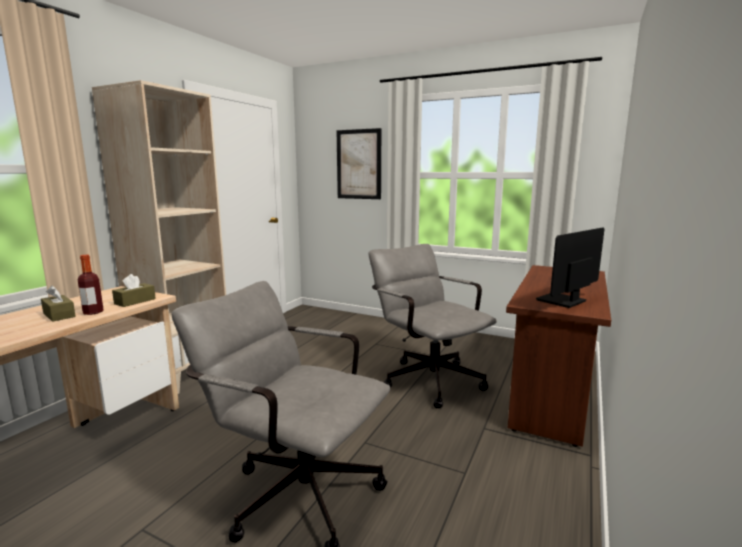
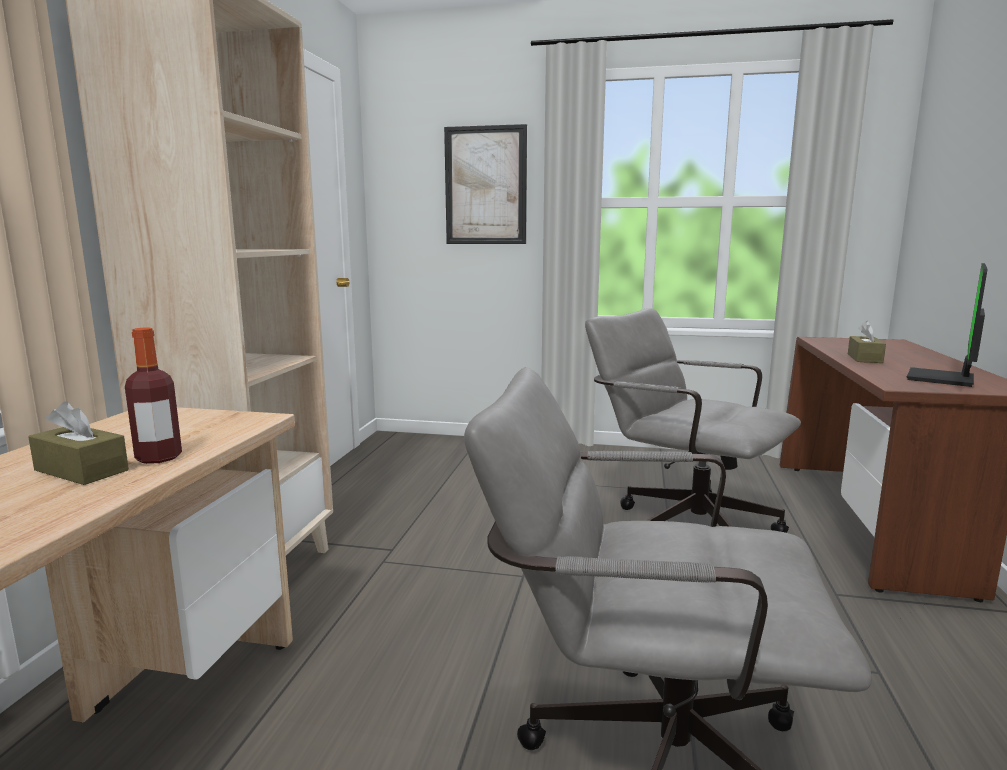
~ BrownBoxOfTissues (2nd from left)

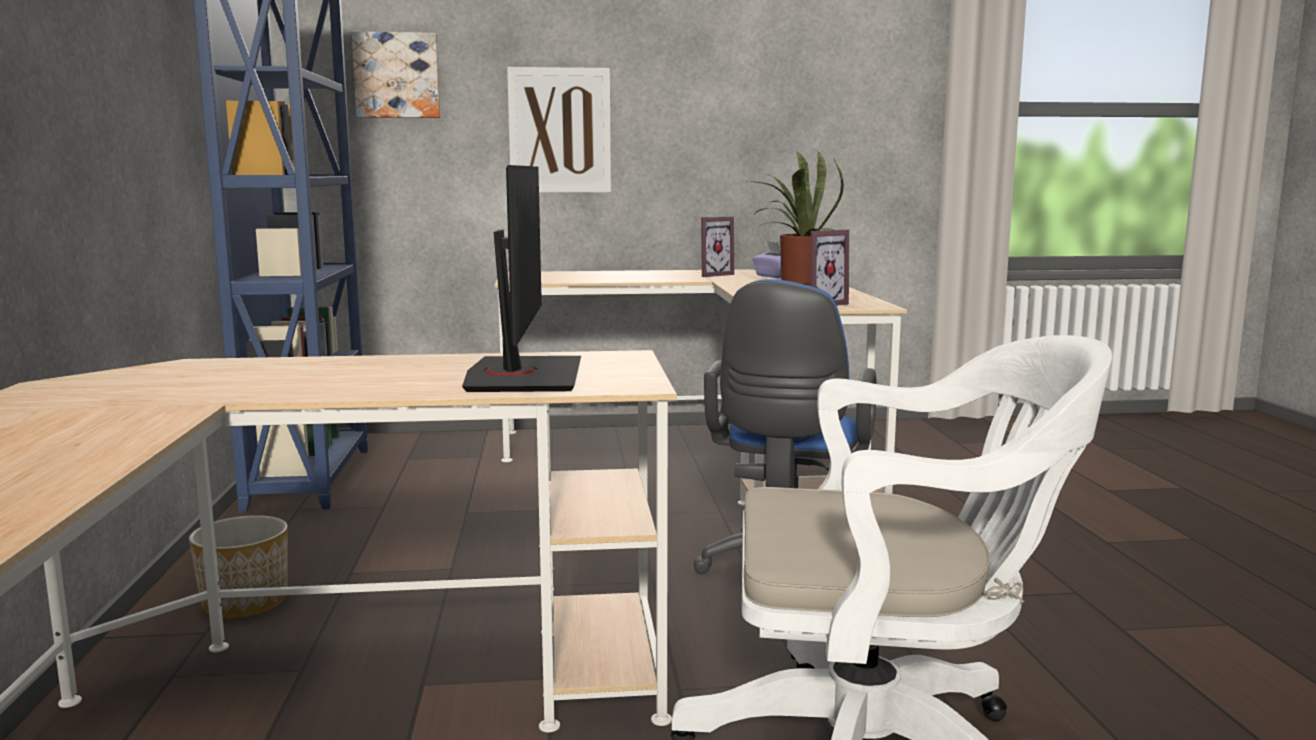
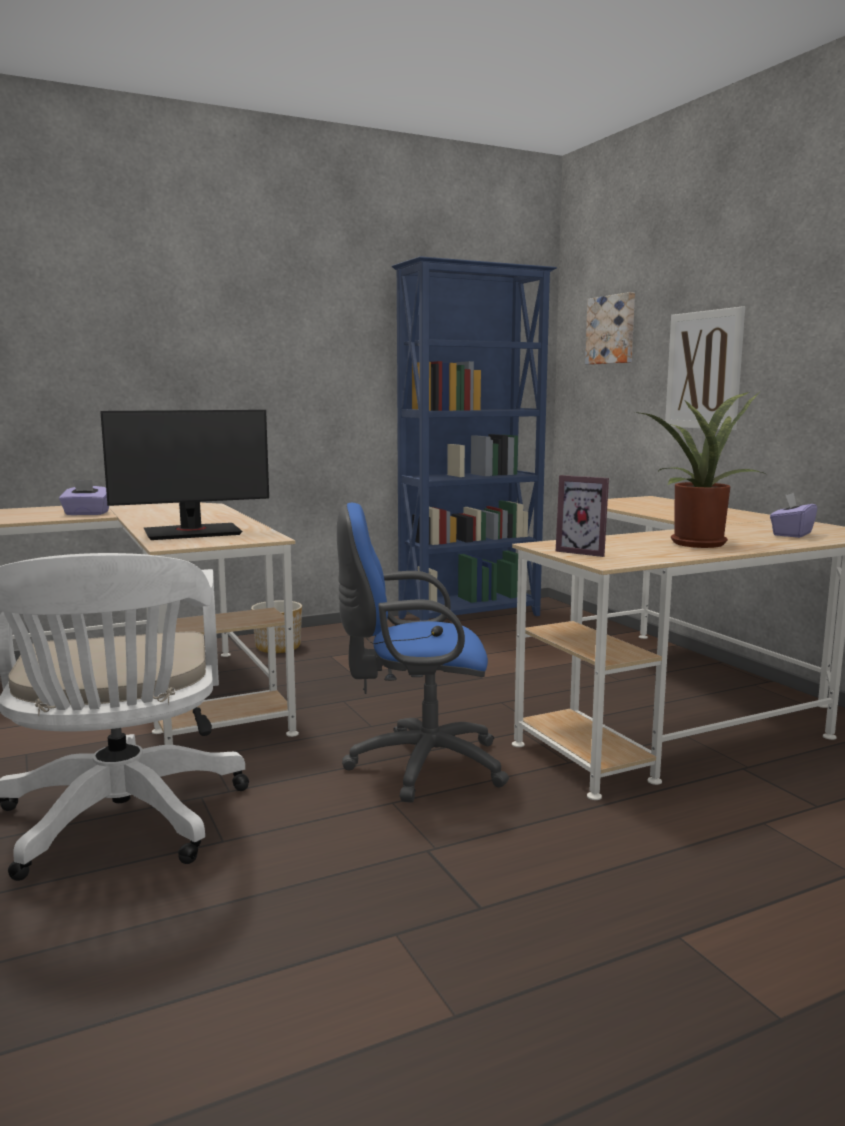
+ PurplishBoxOfTissues (1st from left)
- PictureFrame (1st from left)

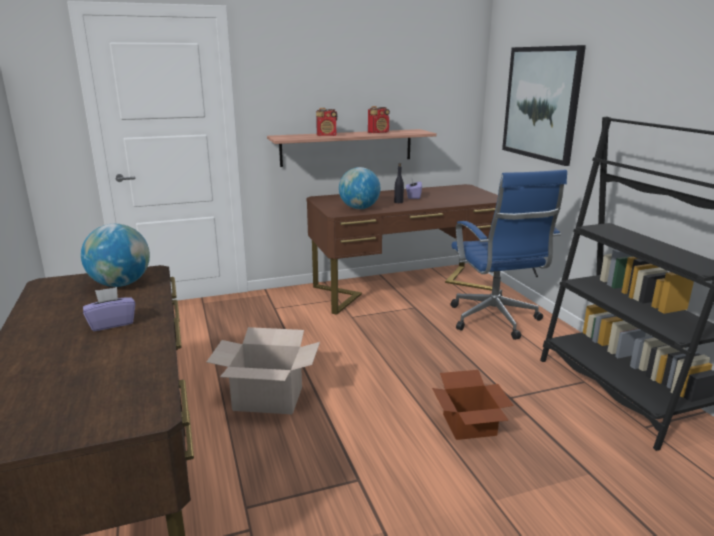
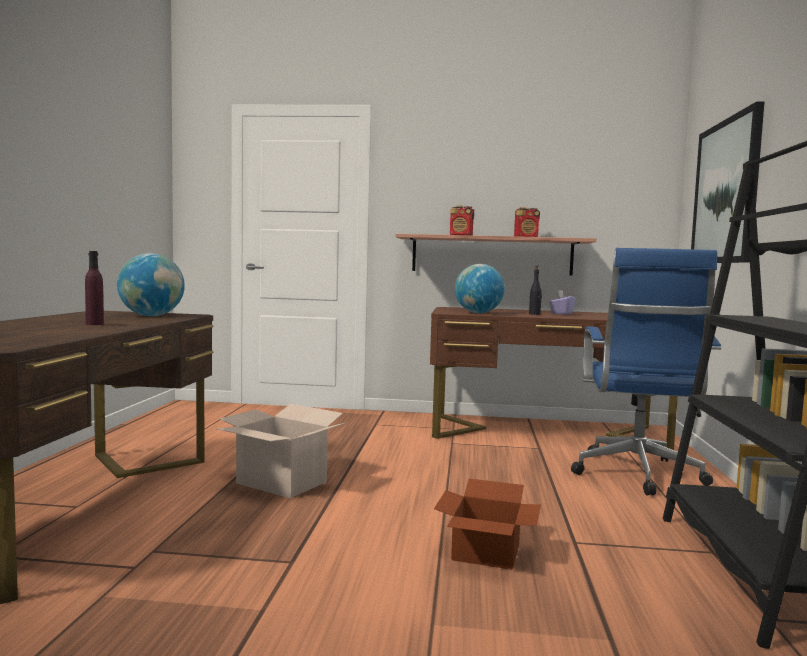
~ PurplishBoxOfTissues (1st from left) to PurplishBeverageBottle

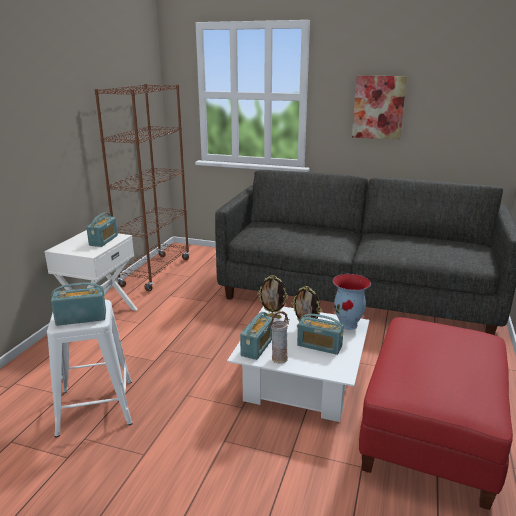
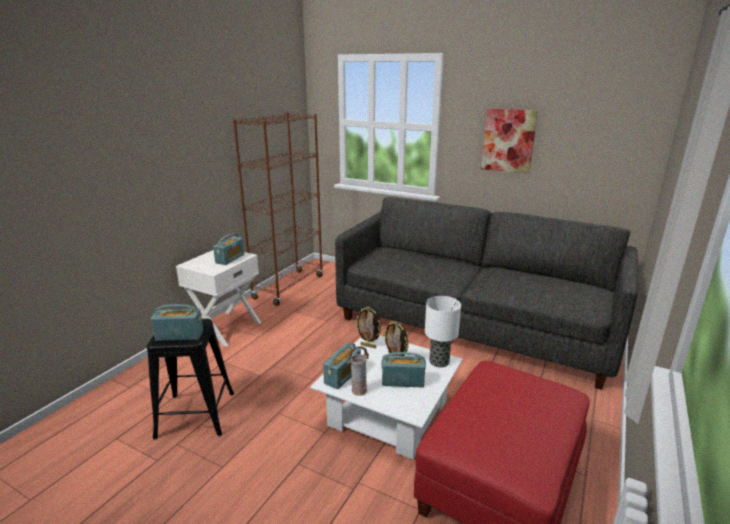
~ WhiteStoolSeat to BlackishStoolSeat
~ Radio (4th from left) 150 degrees clockwise
~ FlowerVase (2nd from left) to LampForATable

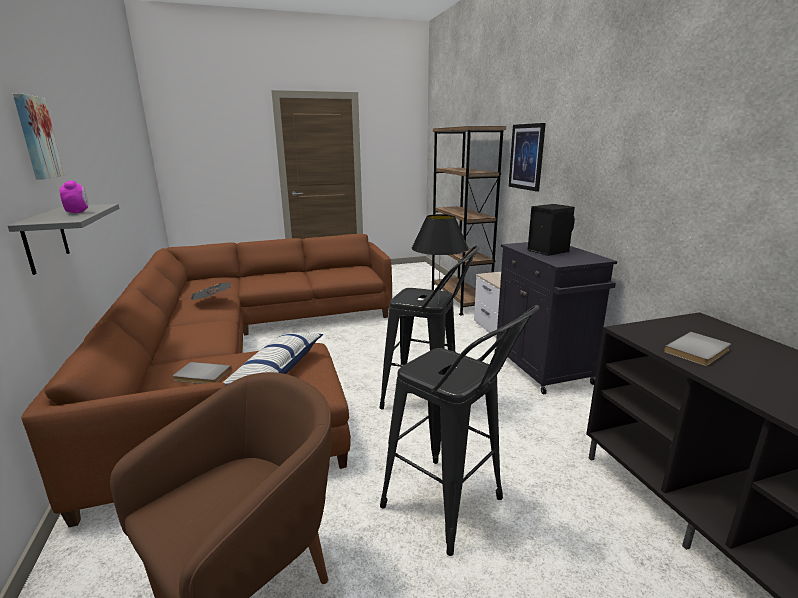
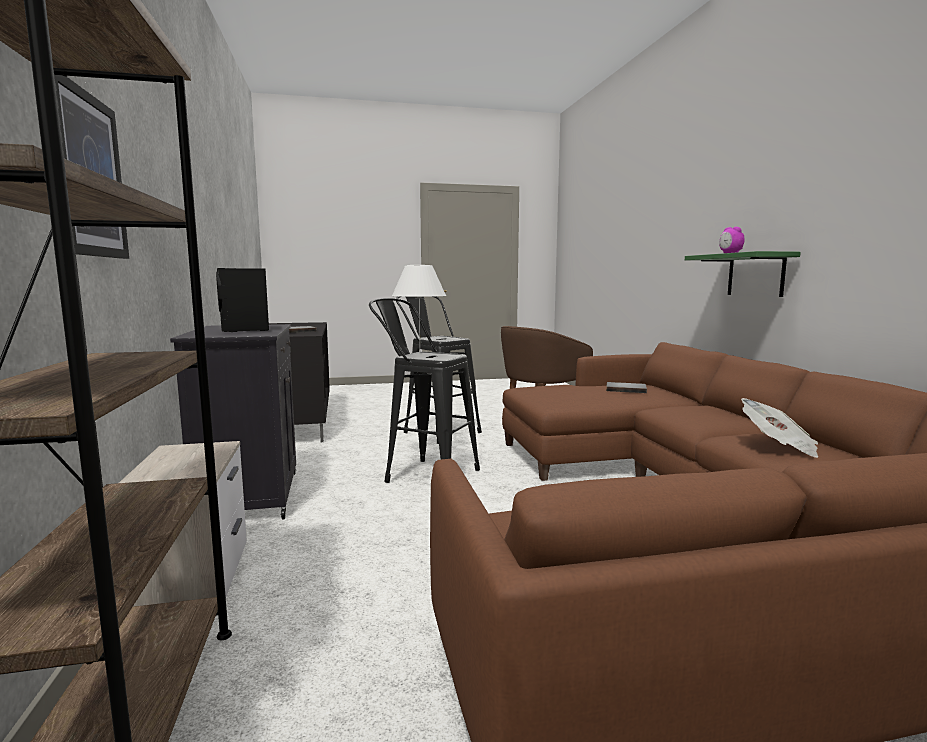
~ BlackishLampForATable to WhiteLampForATable
~ GreyShelf to GreenColouredShelf
- WallPicture (1st from left)
- Cushion

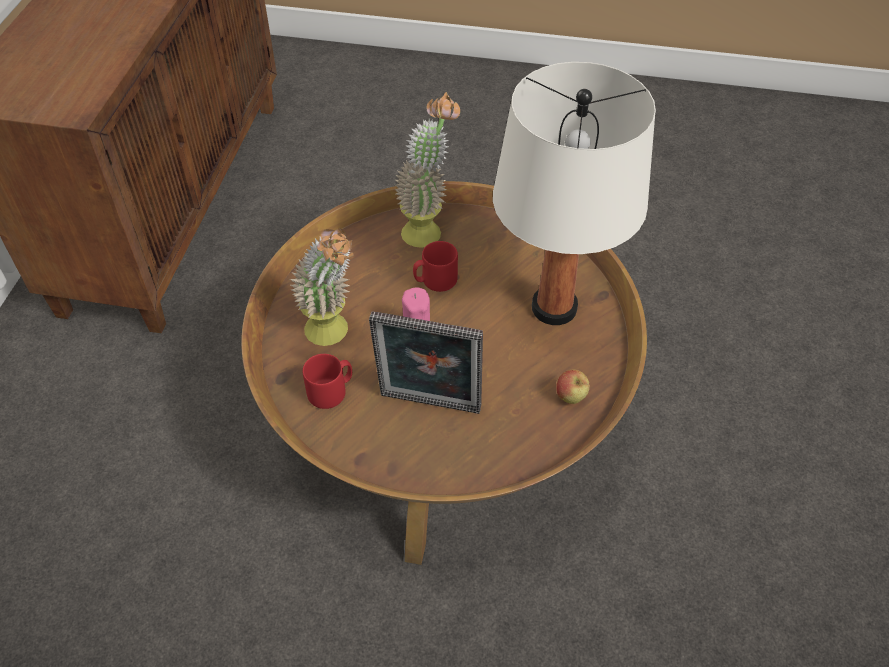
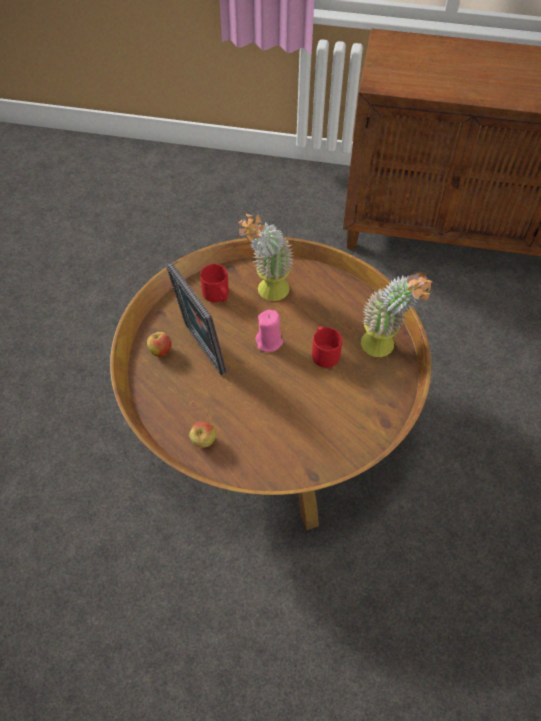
+ WholeApple (1st from left)
~ PictureFrame 45 degrees counterclockwise
- WhiteLampForATable

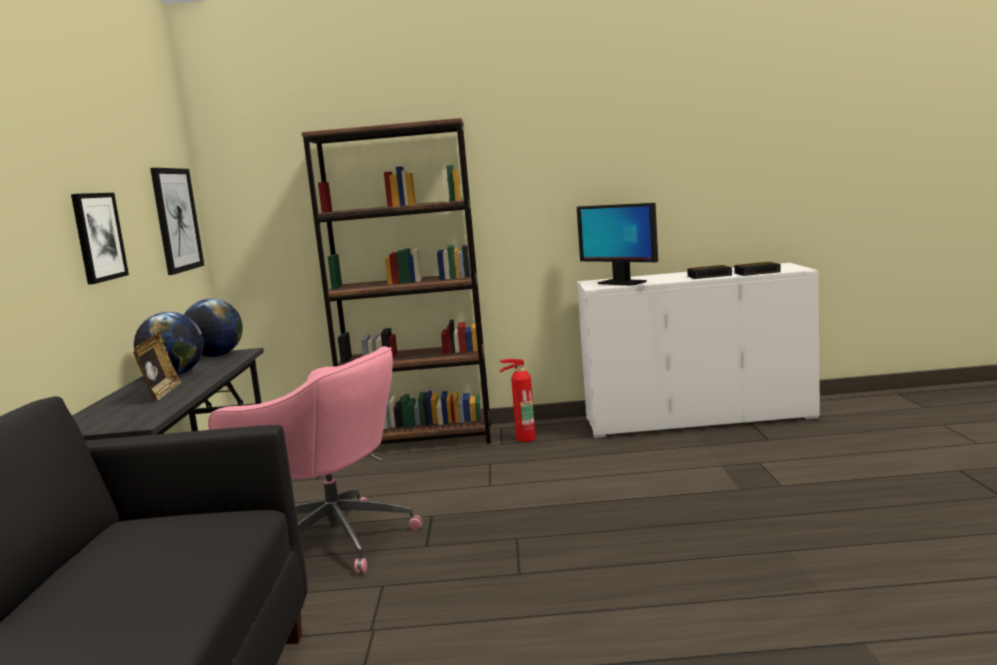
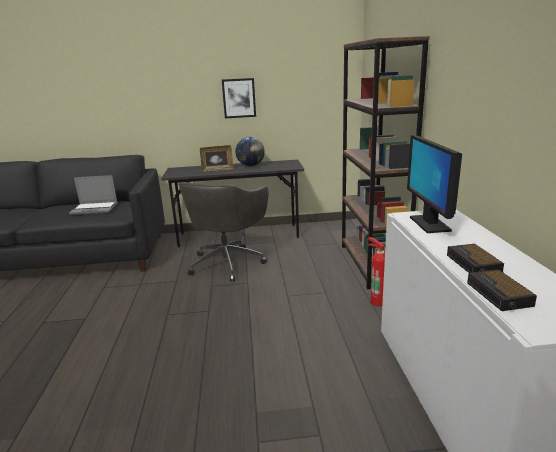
+ Laptop
~ PinkColouredDeskChair to GreyDeskChair
~ Monitor 45 degrees counterclockwise
- WallPicture (2nd from left)
- Globe (2nd from left)

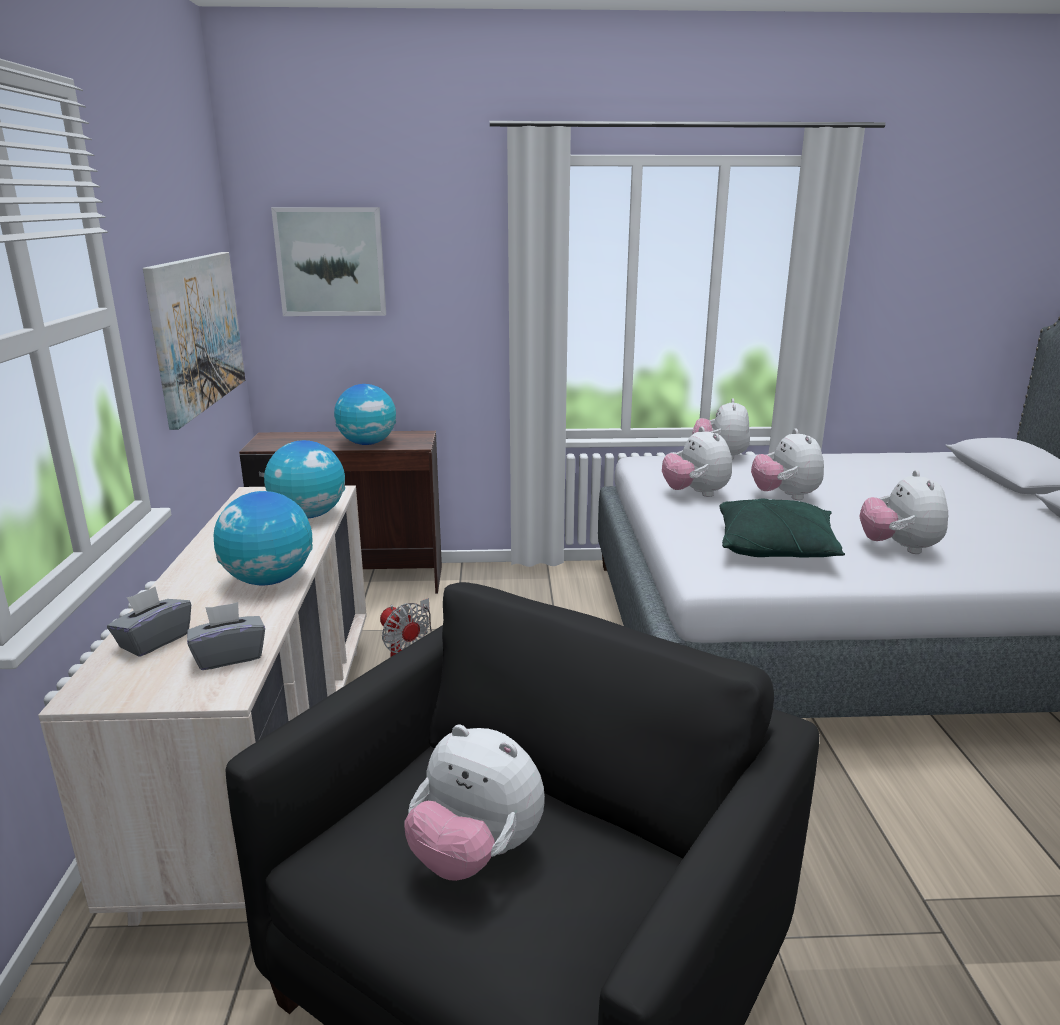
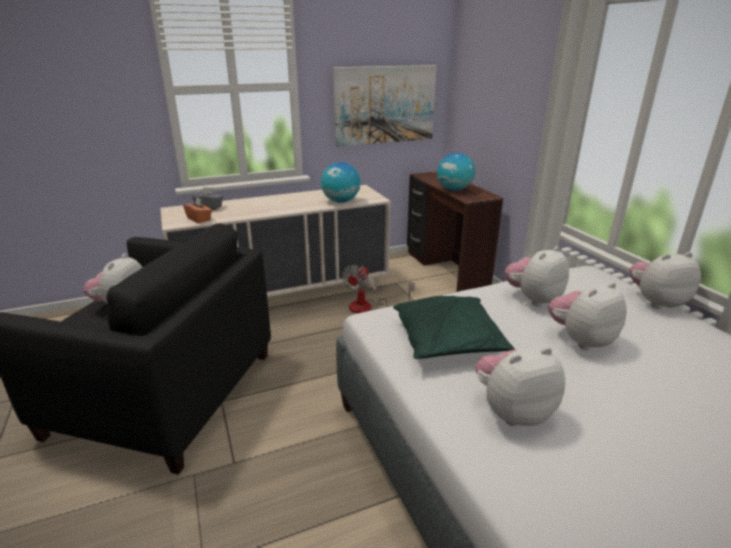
~ GreyBoxOfTissues (2nd from left) to OrangeColouredBoxOfTissues
- Globe (1st from left)
- WallPicture (2nd from left)

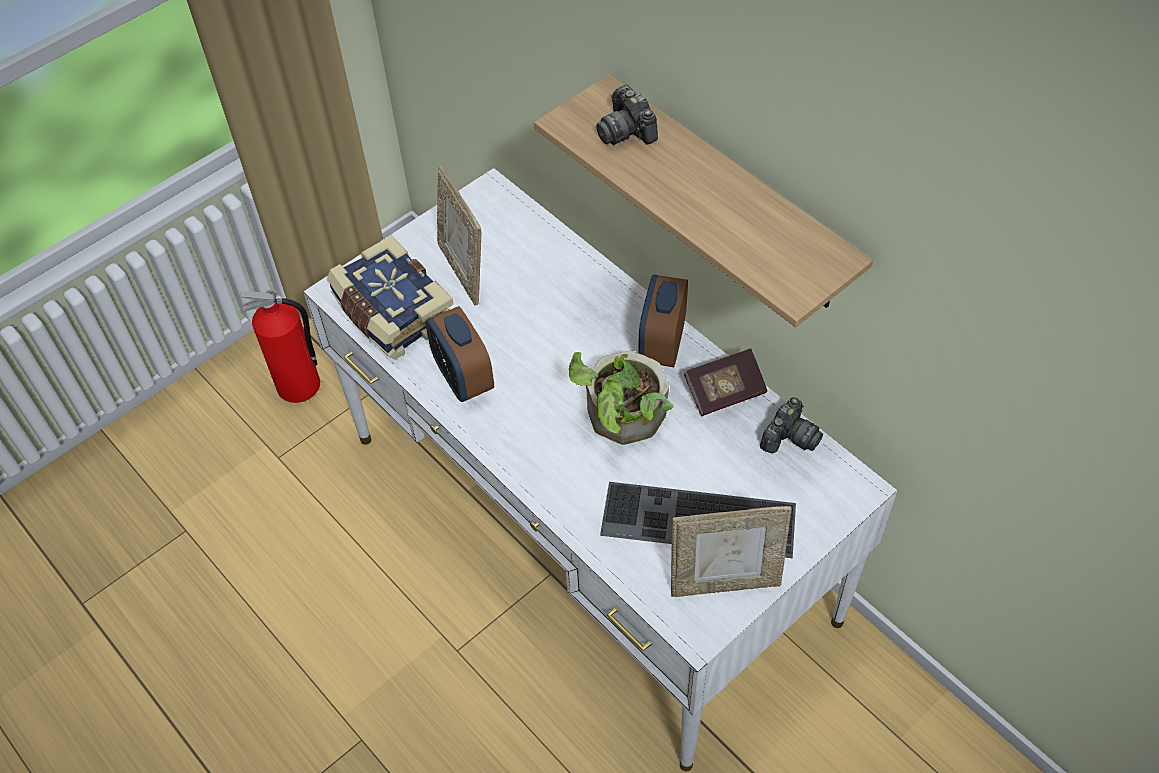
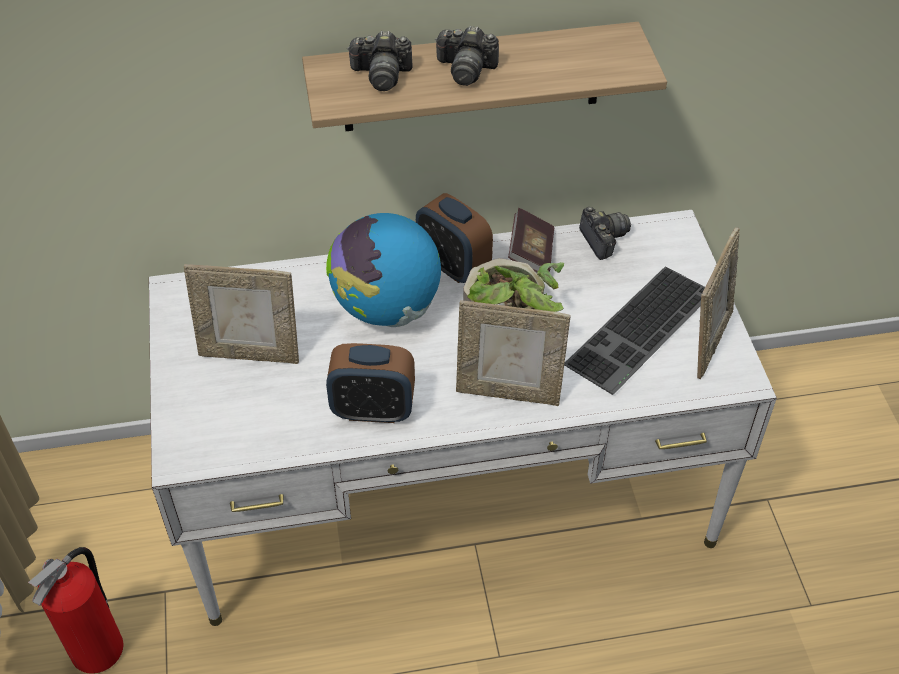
+ Globe
+ StillCamera (2nd from left)
+ PictureFrame (2nd from left)
- Volume (1st from left)

